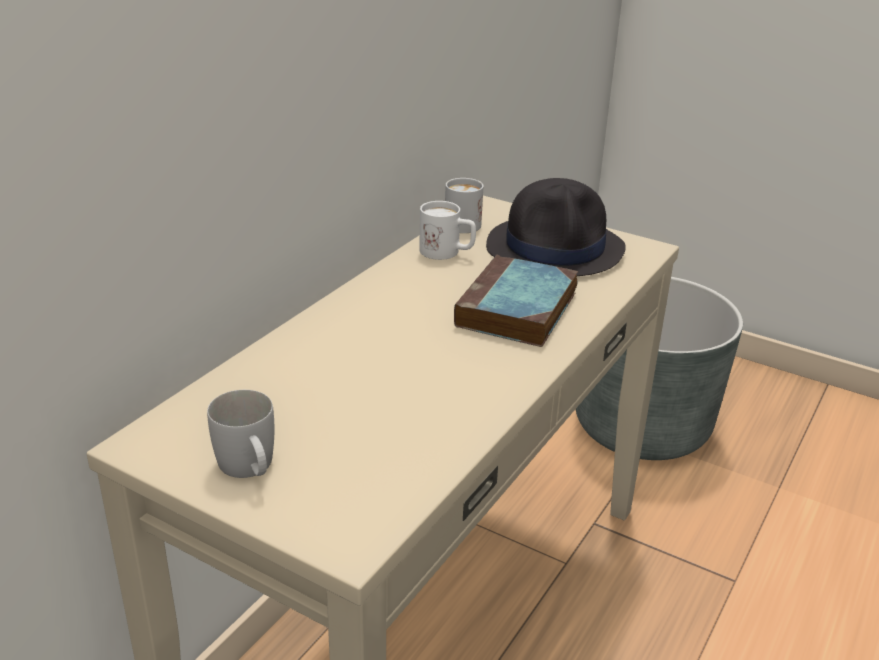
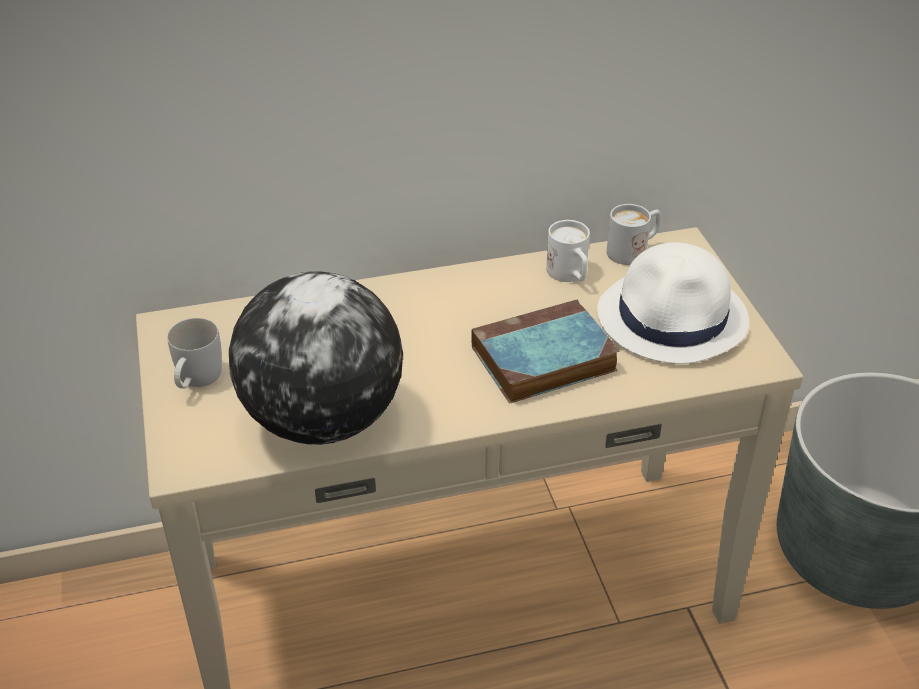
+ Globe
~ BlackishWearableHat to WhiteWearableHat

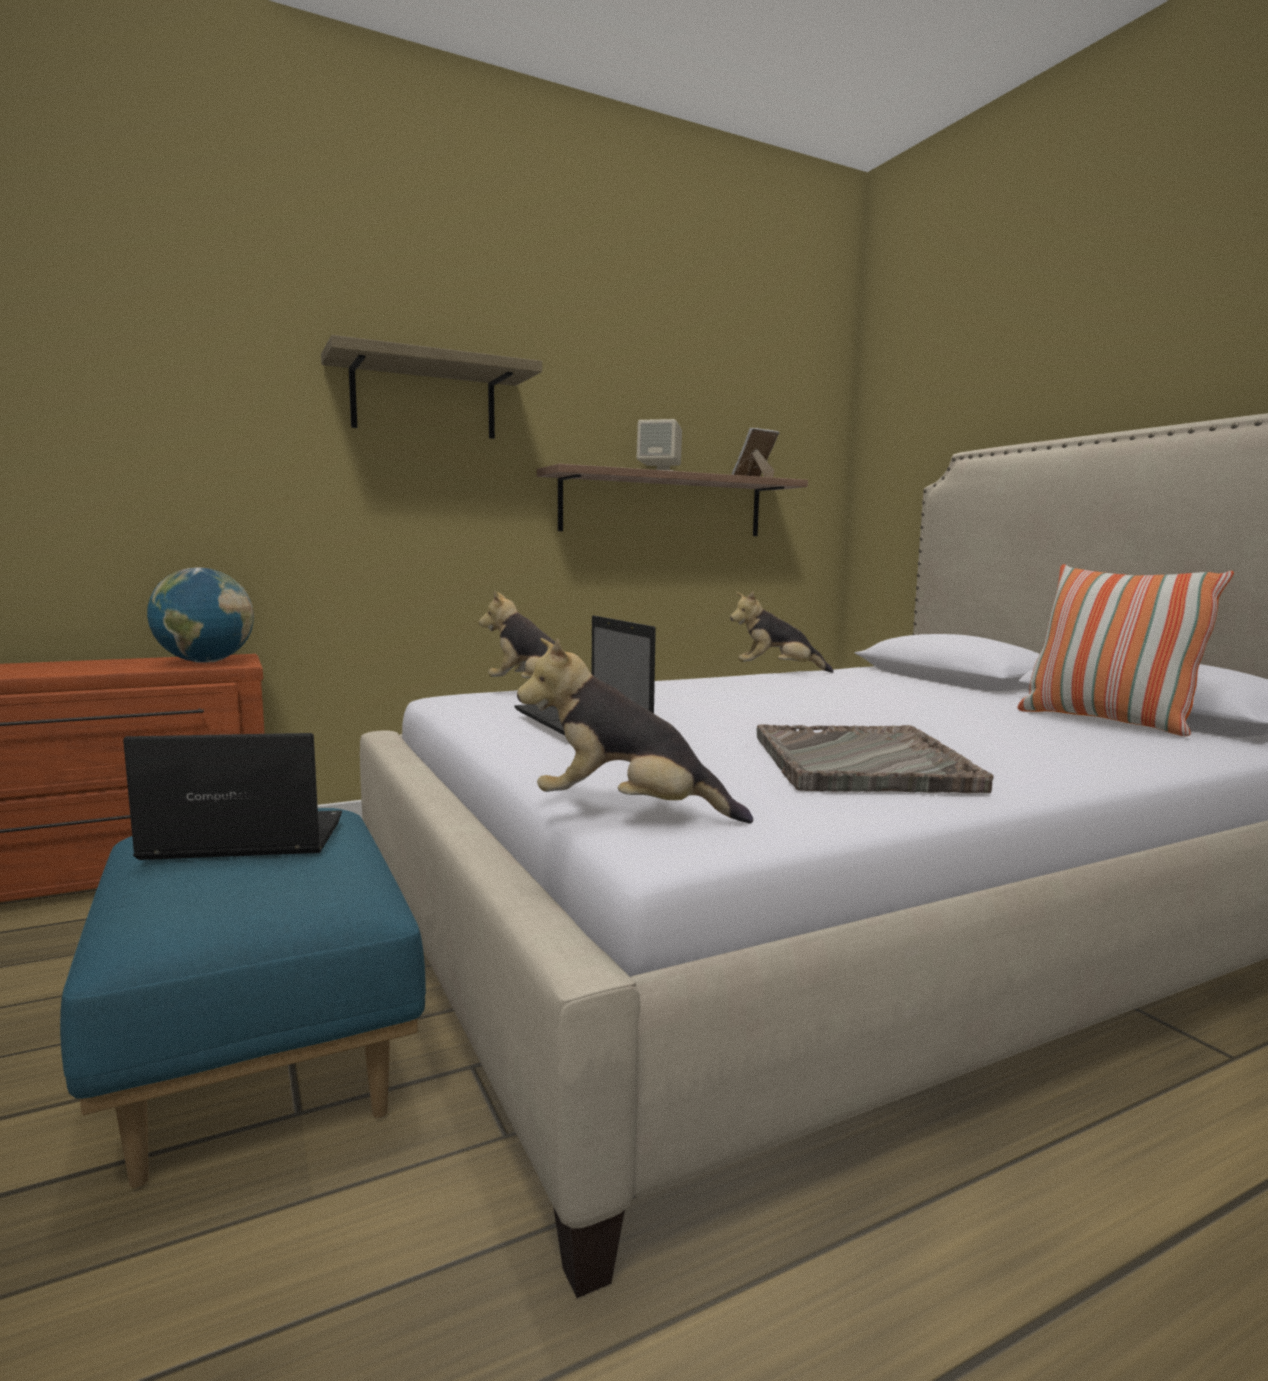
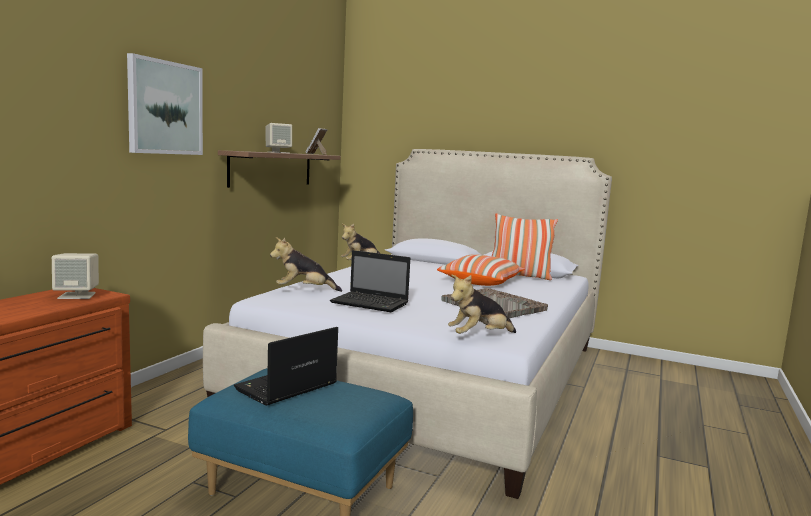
~ Globe to SandColouredLoudspeaker (1st from left)
~ Shelf (1st from left) to WallPicture
+ Cushion (1st from left)

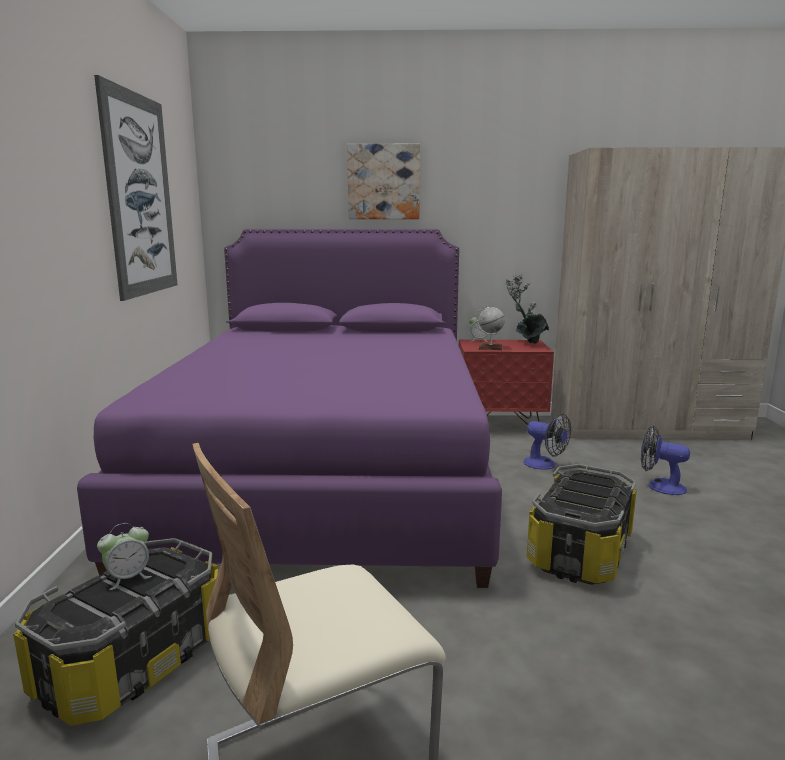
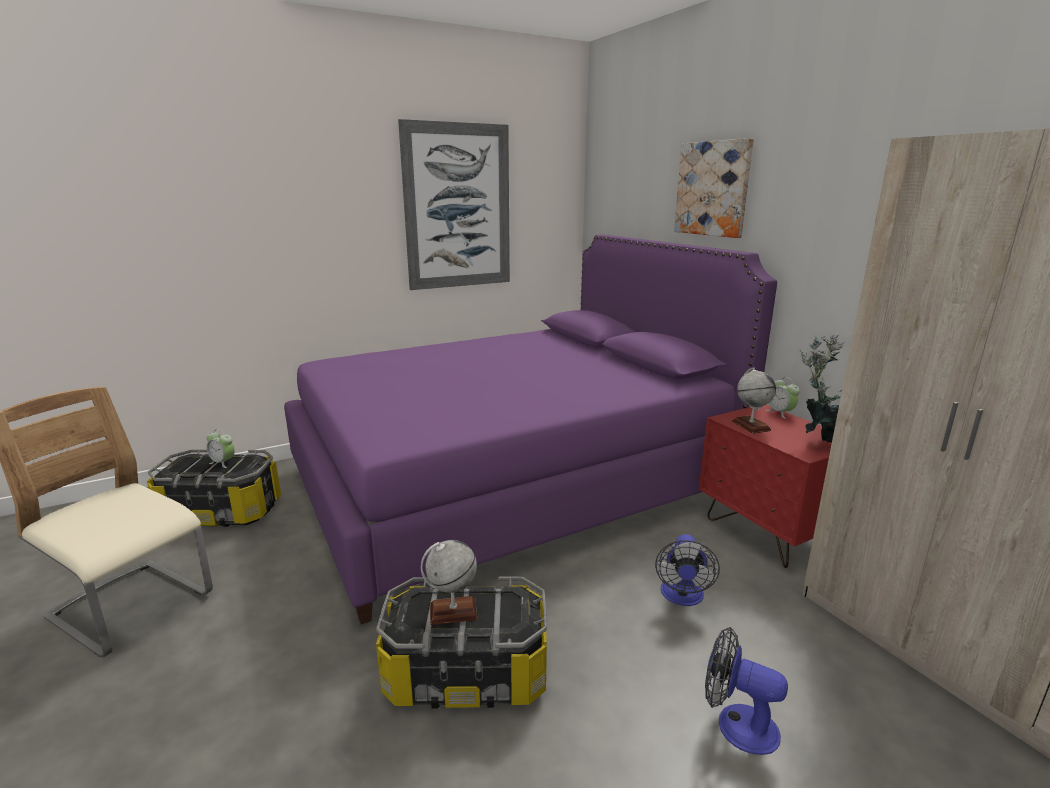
+ Globe (1st from left)
~ Fan (2nd from left) 60 degrees counterclockwise

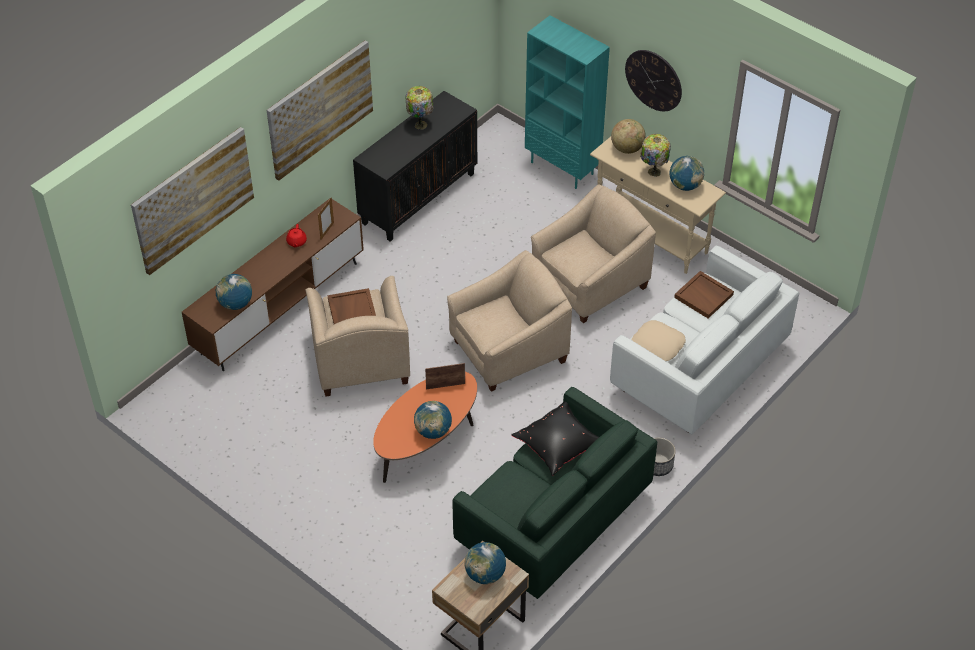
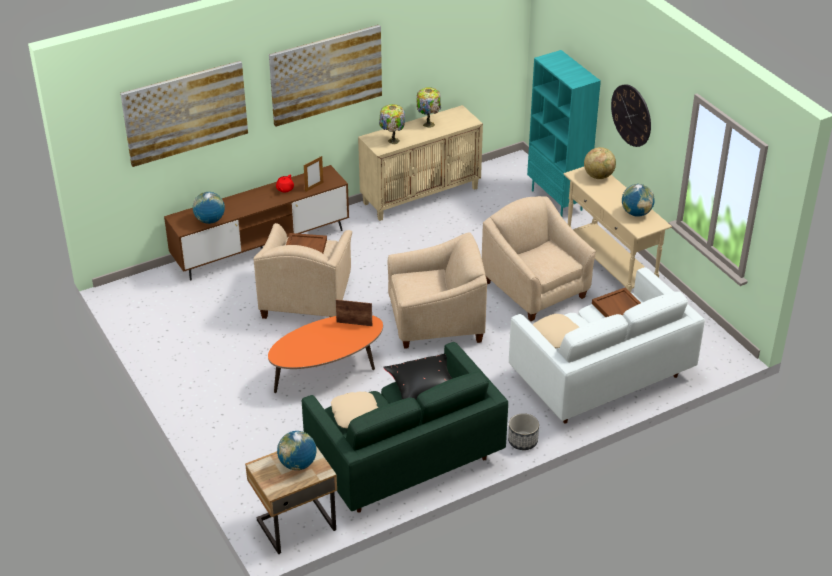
+ SandColouredCushion (1st from left)
~ BlackishStorageCabinet to SandColouredStorageCabinet
~ LampForATable (2nd from left in the first image) to LampForATable (1st from left)
~ SandColouredArmchair (3rd from left) 105 degrees counterclockwise
- Globe (2nd from left)

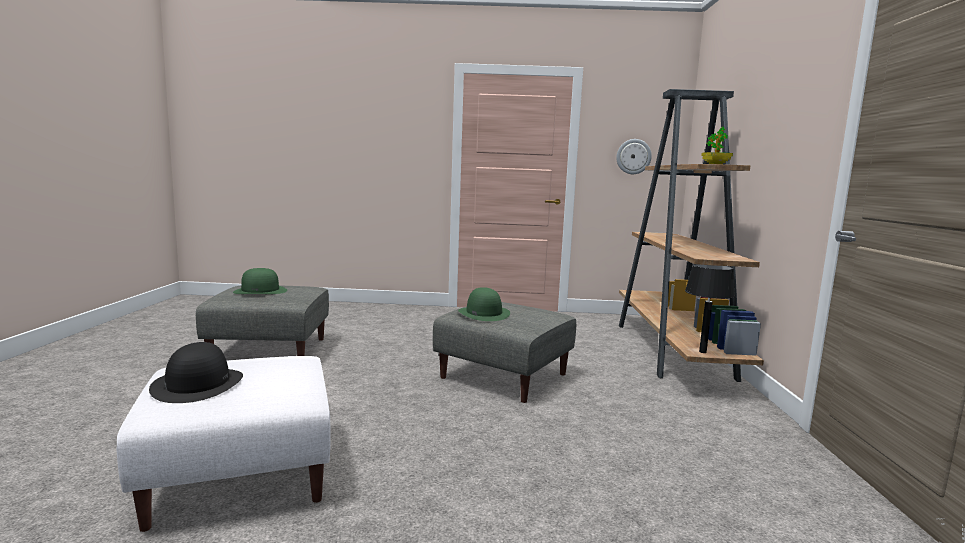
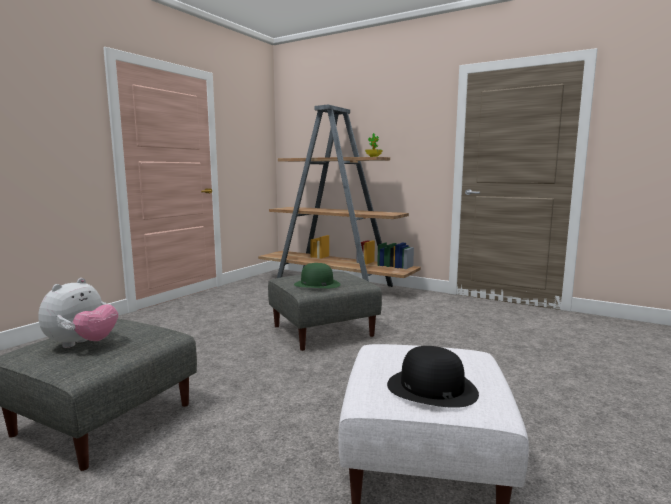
~ GreenColouredWearableHat (1st from left) to CuddlyToy
- ClockOnTheWall
- BlackishLampForATable

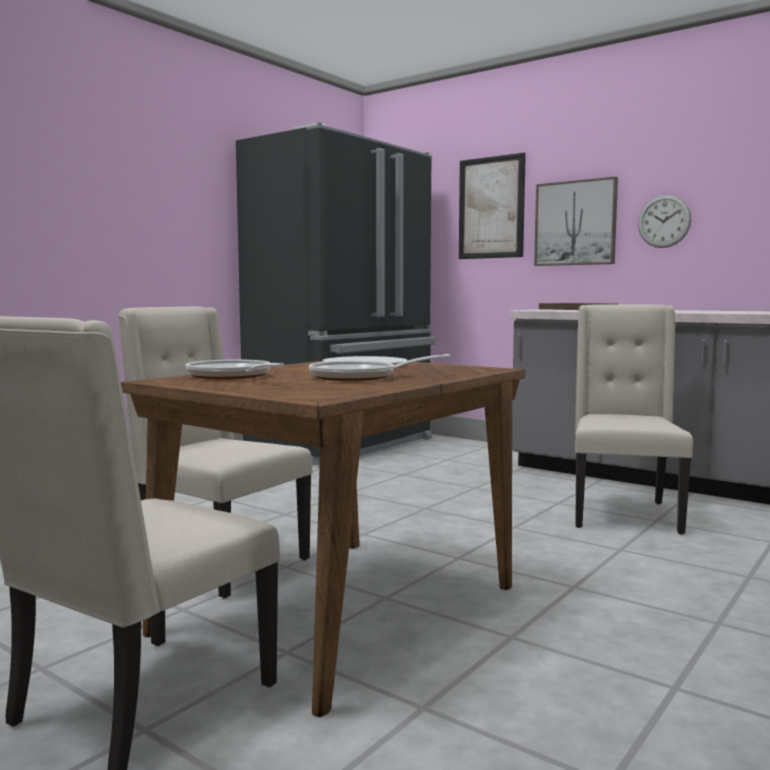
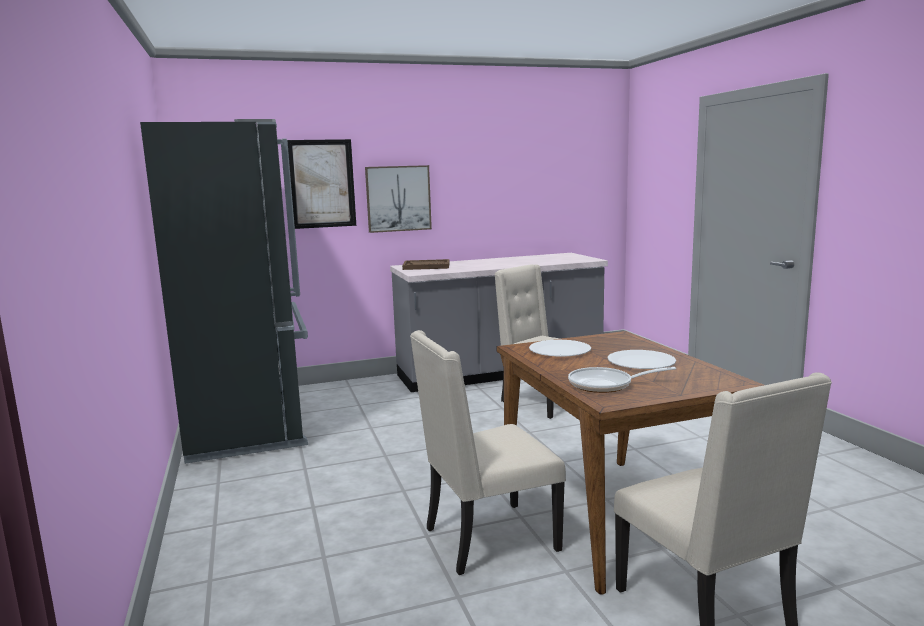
~ Pan (2nd from left) to WhitePlate (2nd from left)
- ClockOnTheWall

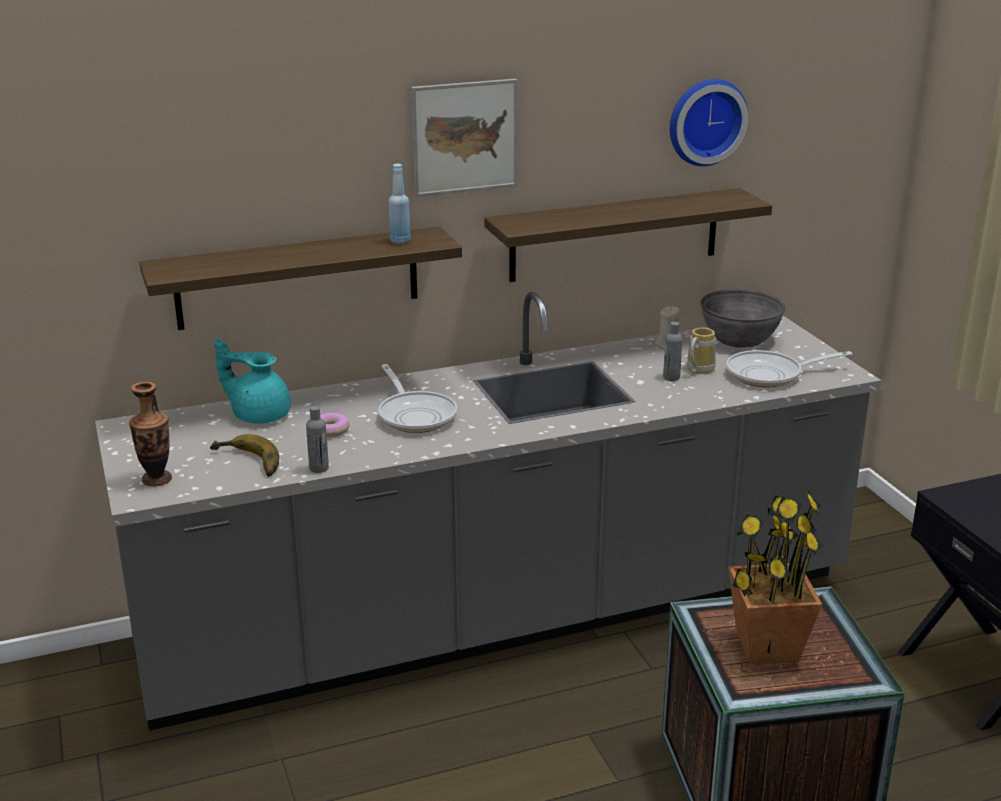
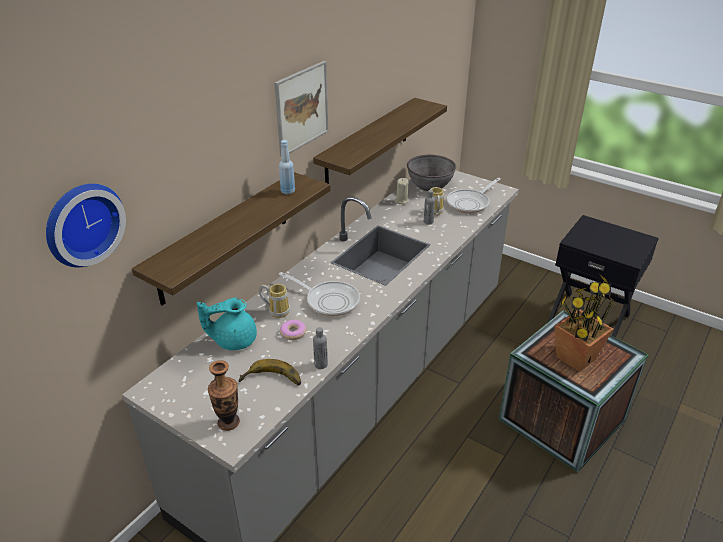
~ ClockOnTheWall
+ CoffeeMug (1st from left)

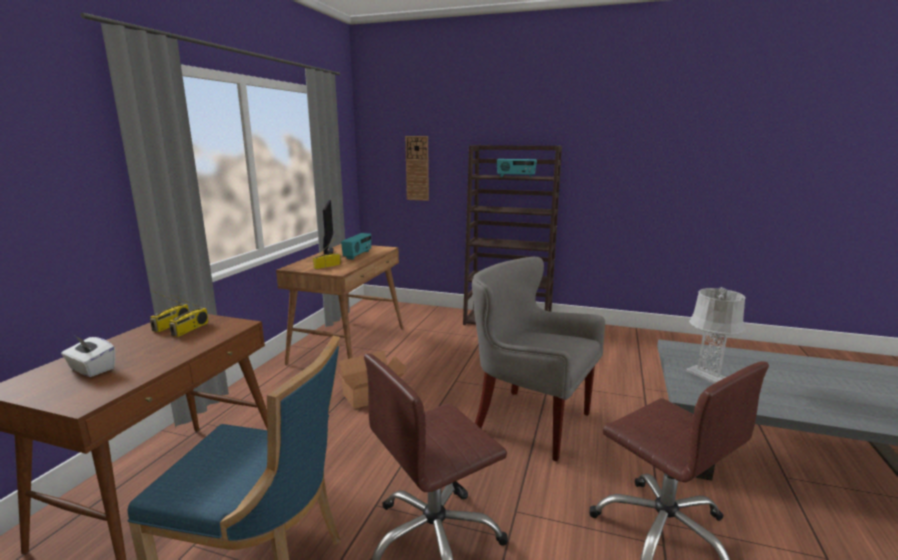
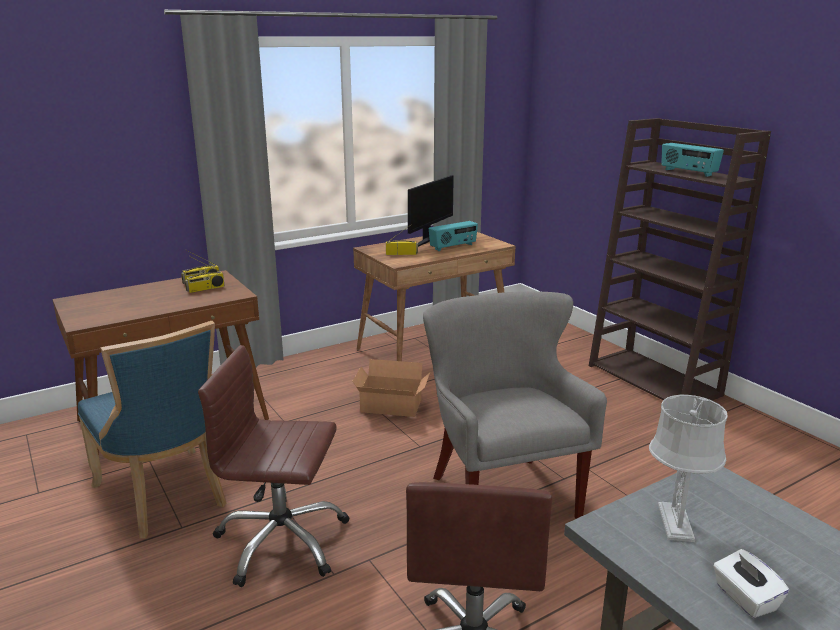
~ WhiteBoxOfTissues
- ClockOnTheWall

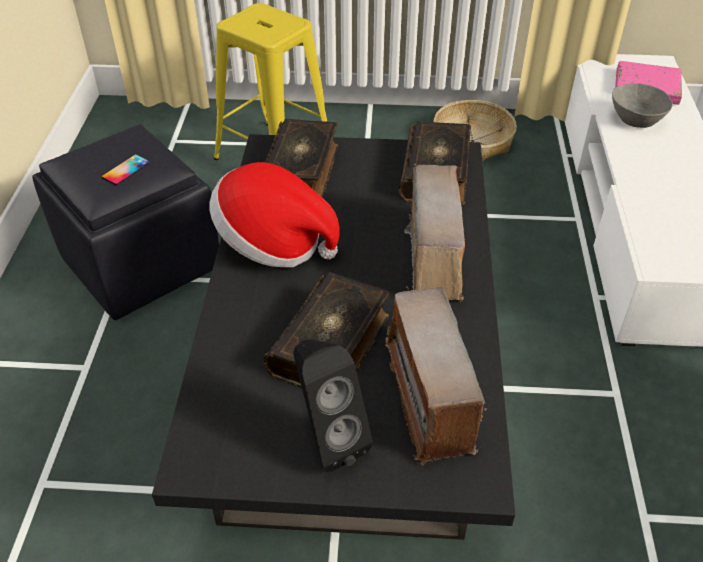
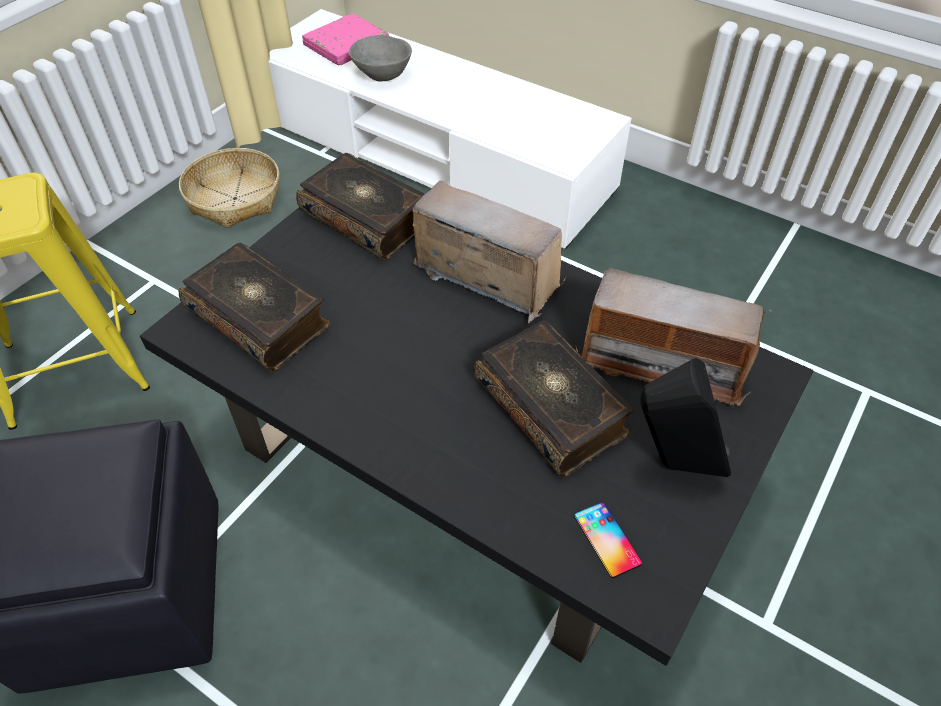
~ Telephone
- WearableHat

